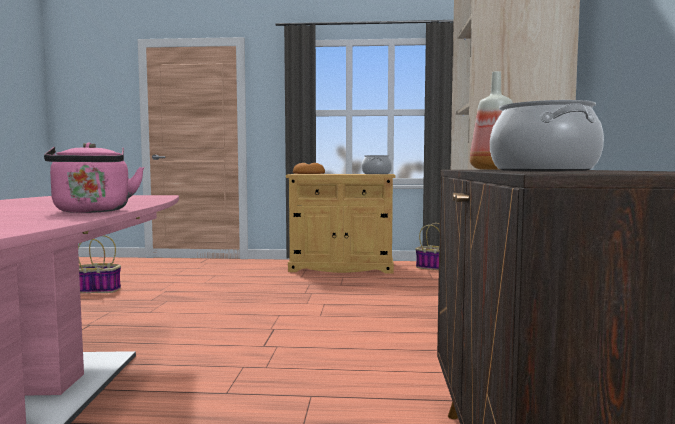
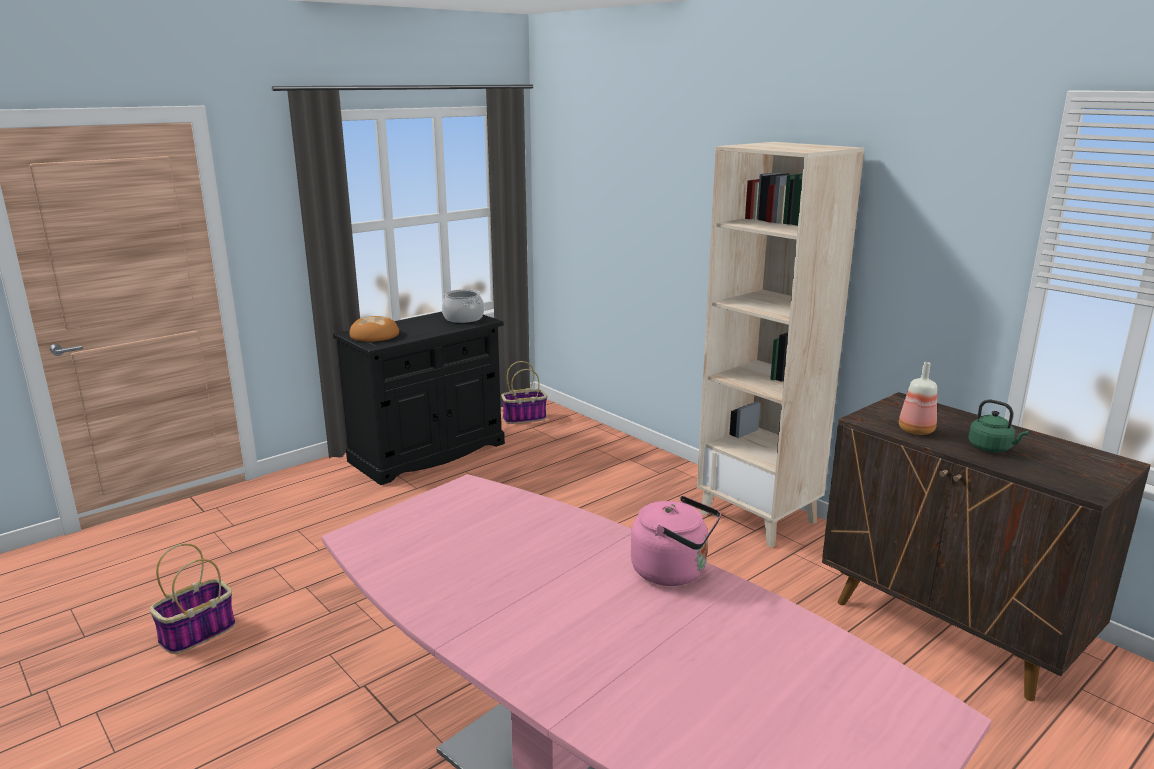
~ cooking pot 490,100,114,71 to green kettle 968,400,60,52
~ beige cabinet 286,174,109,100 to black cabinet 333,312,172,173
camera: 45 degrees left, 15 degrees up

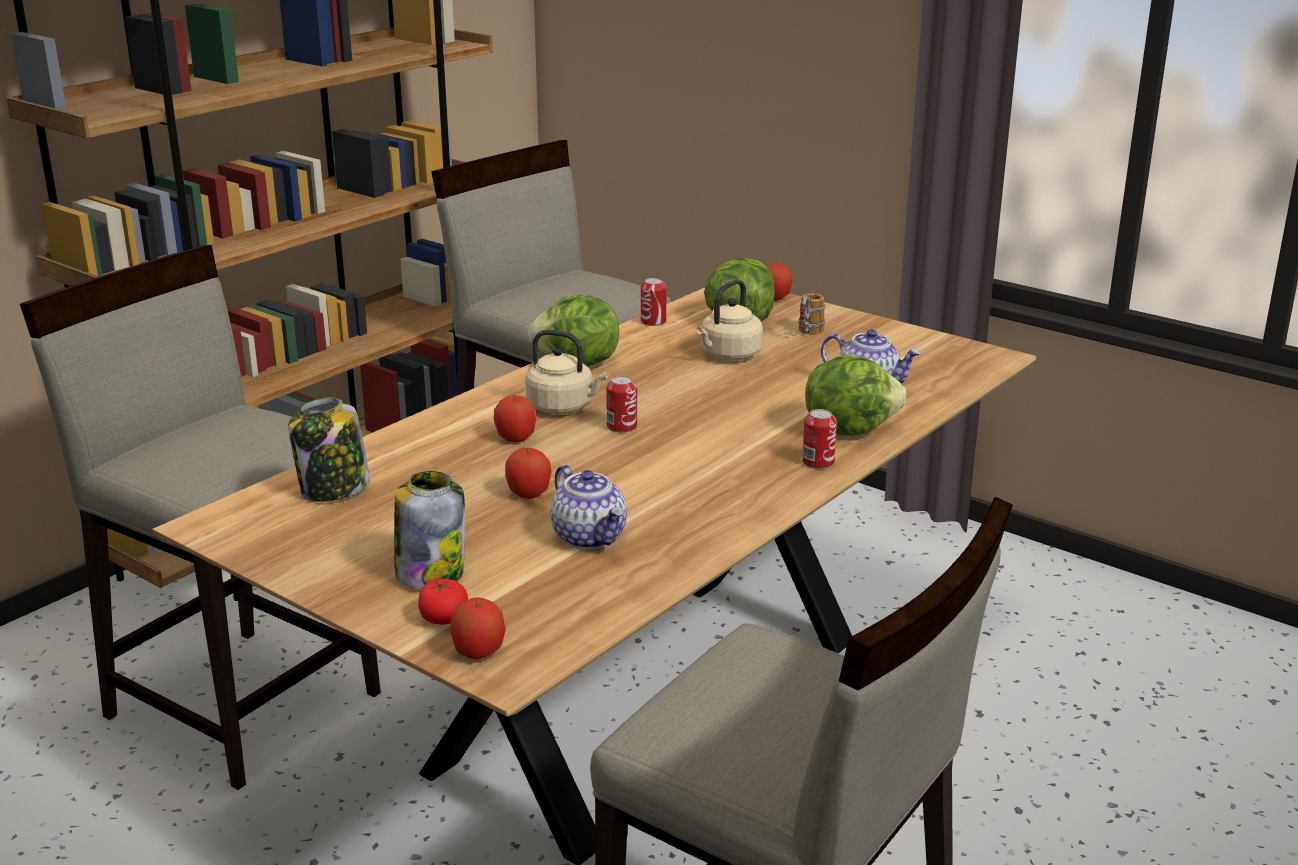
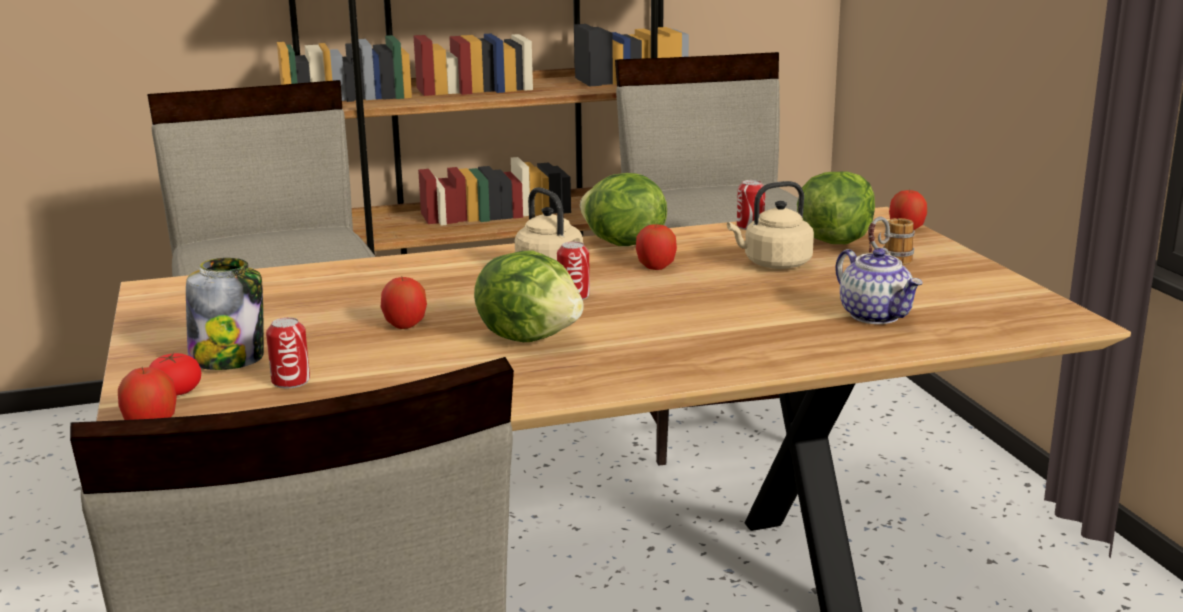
~ lettuce 805,355,101,81 to 474,251,110,91
~ apple 494,395,42,47 to 636,224,41,46
- jar 288,397,82,105
~ can 802,409,35,60 to 266,317,44,71
- teapot 550,465,77,84
camera: 35 degrees right, 5 degrees down

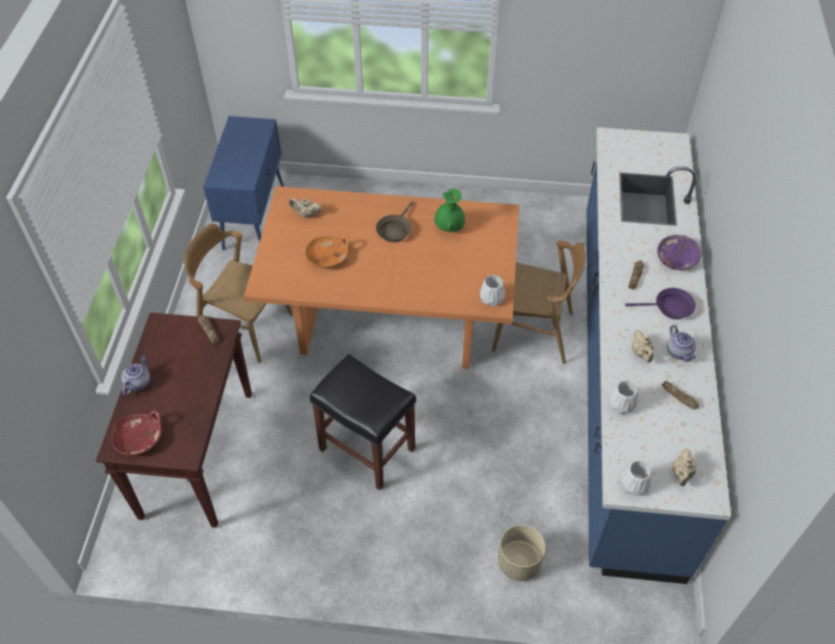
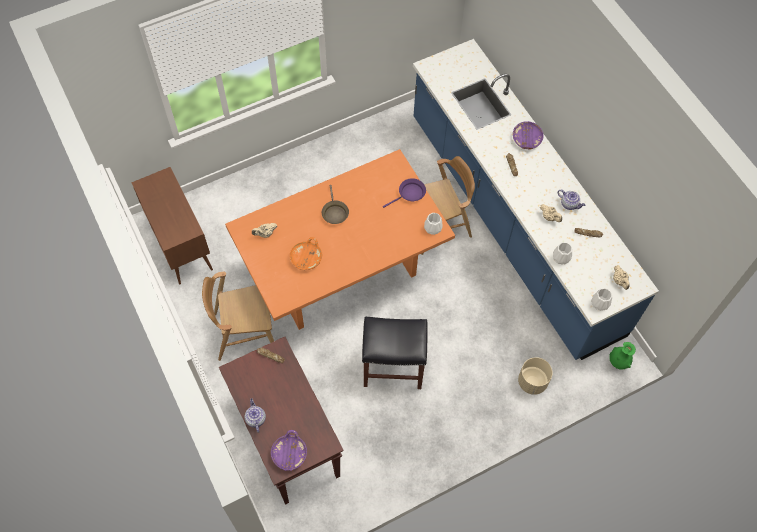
~ blue cabinet 203,116,81,134 to brown cabinet 131,167,82,118
~ green vase 435,189,30,43 to 609,342,27,28
~ purple frying pan 625,288,71,31 to 383,178,43,30
~ red bowl 111,410,50,45 to purple bowl 271,430,36,41
camera: 35 degrees left, 10 degrees up

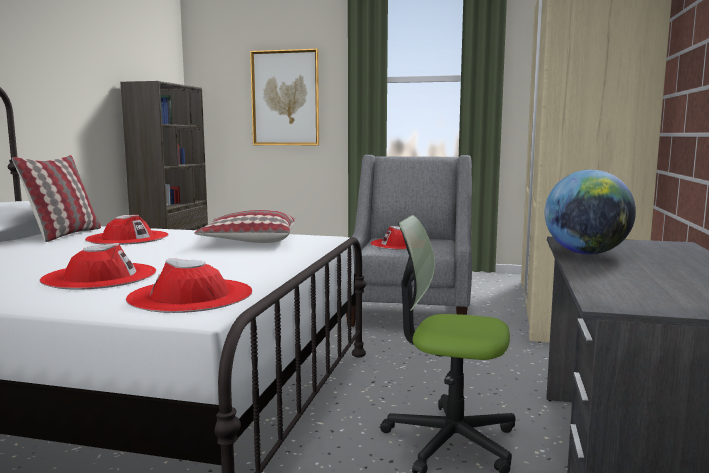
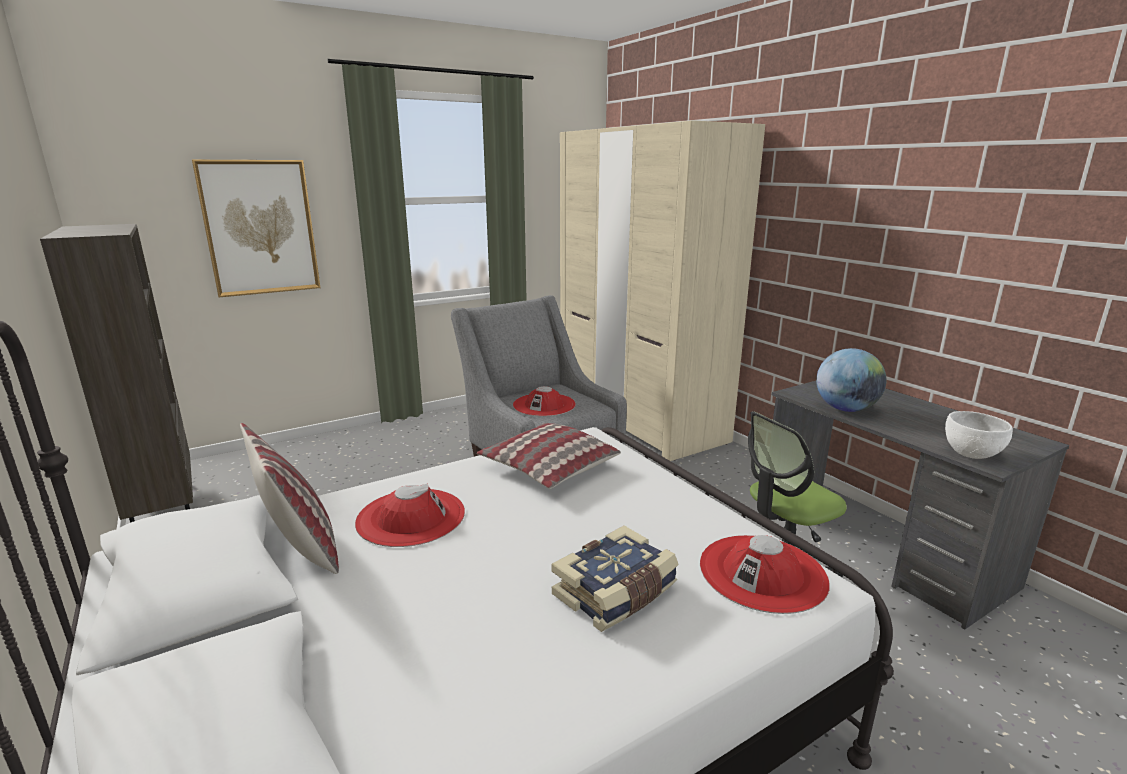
~ red hat 40,243,116,47 to book 551,525,127,107
+ white bowl 945,411,68,48
camera: 45 degrees left, 10 degrees up

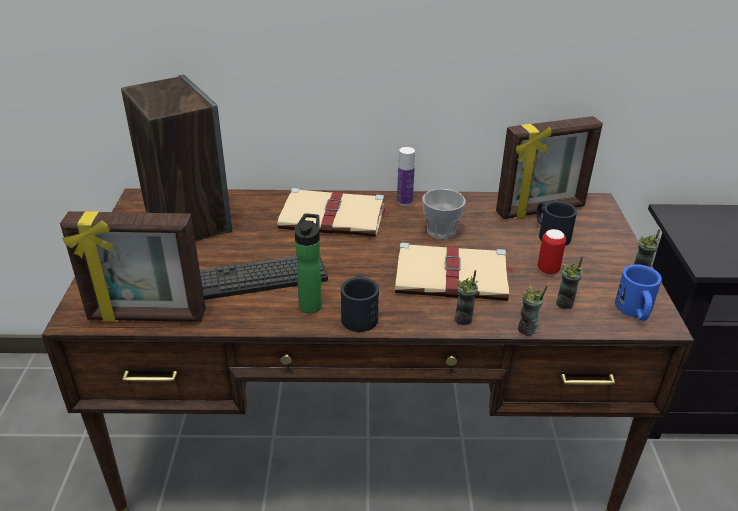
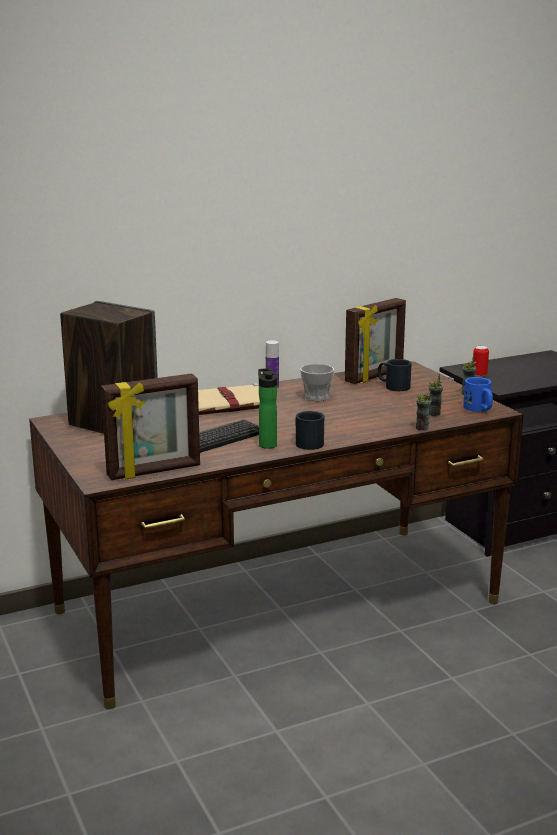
~ can 537,229,29,45 to 473,346,16,31
- beige book 395,242,121,59
- cup 455,270,23,55
camera: 25 degrees left, 15 degrees down

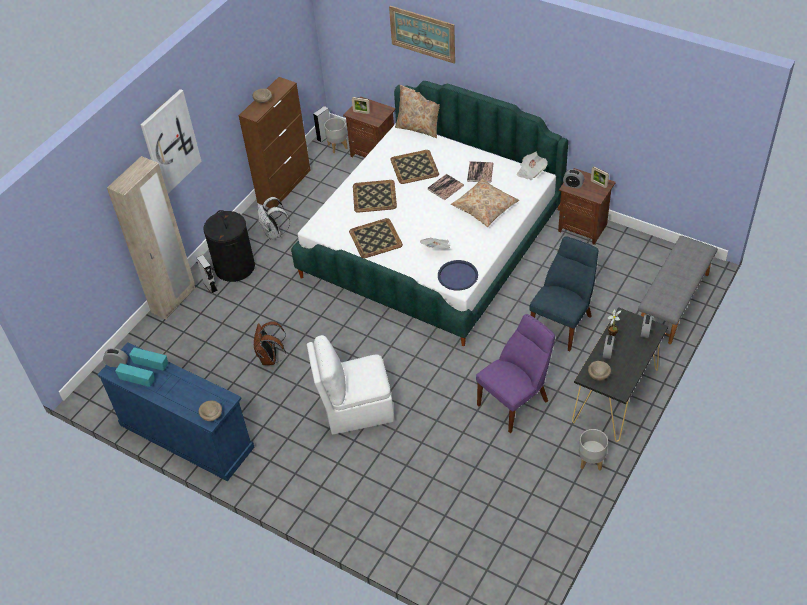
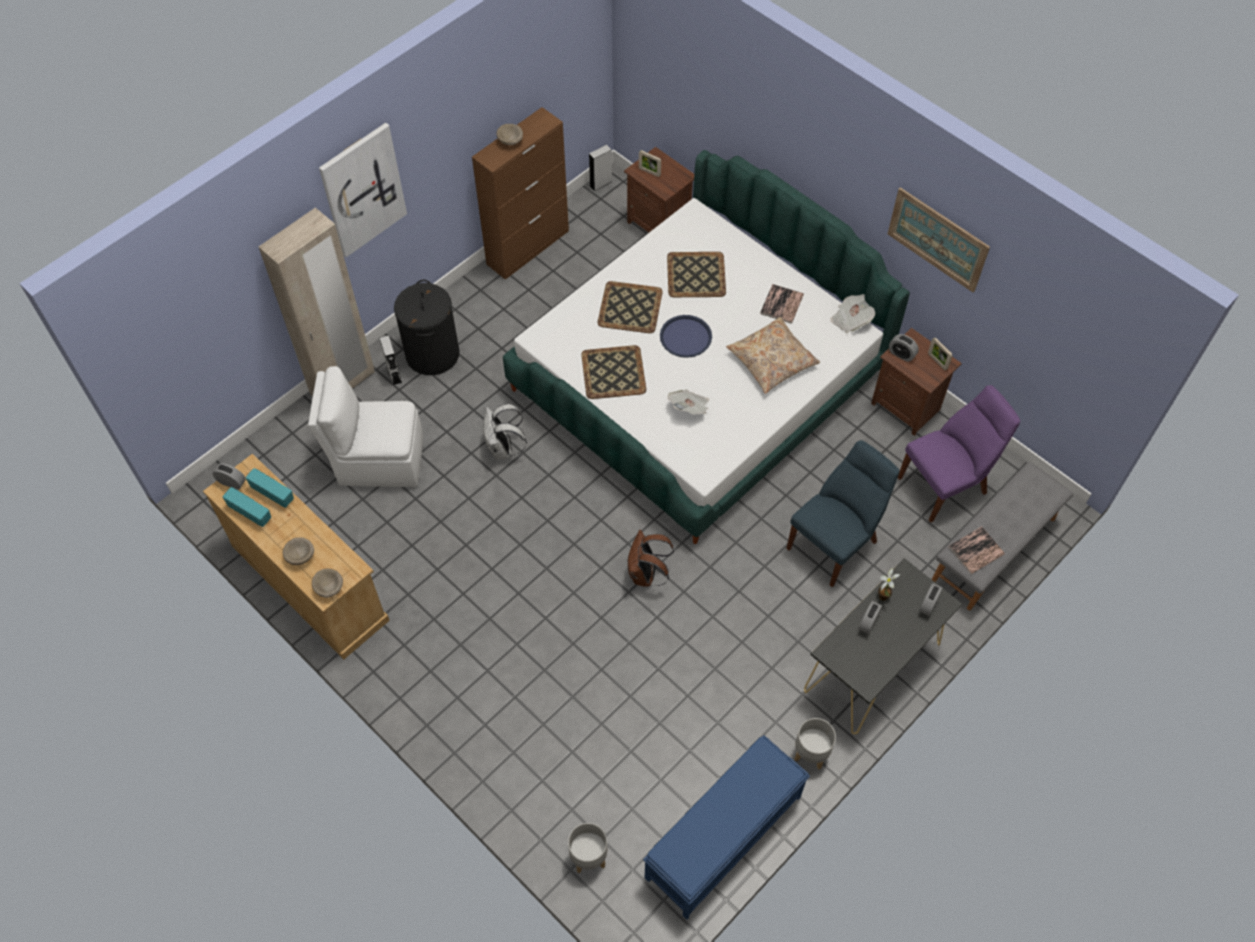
~ picture 389,6,66,57 to 888,187,102,105
- beige pillow 395,85,45,53
~ grey planter 324,118,23,35 to 568,823,39,51
~ book 427,174,37,26 to 949,526,56,48
~ white backpack 257,197,33,43 to 483,404,44,56
~ blue tray 438,260,40,31 to 660,315,52,43
~ purple chair 476,314,79,119 to 898,385,122,138
~ brown backpack 254,321,32,44 to 627,530,47,57
~ white chair 307,335,87,100 to 308,366,115,121
~ blue dresser 97,342,157,139 to beige dresser 203,454,187,205
~ beige bowl 588,361,23,20 to 283,538,31,27
+ blue bench 643,735,167,185
camera: 10 degrees right, 10 degrees up

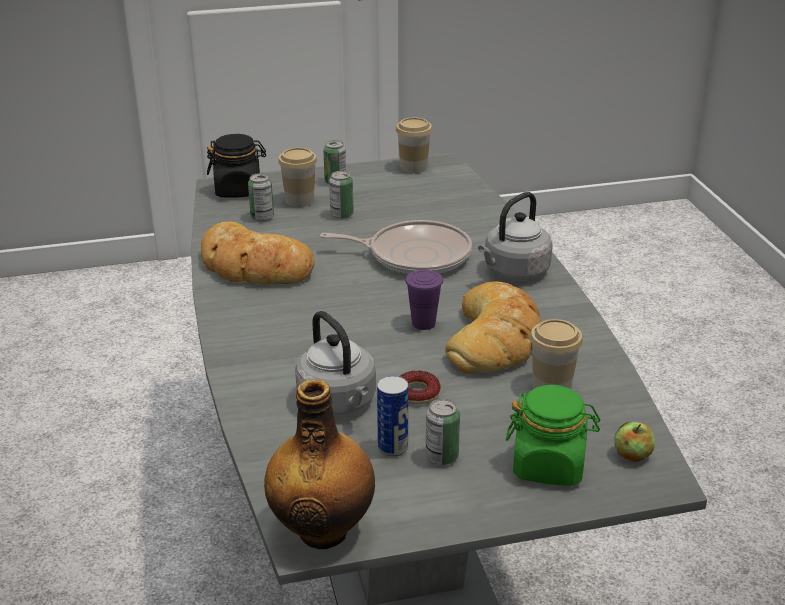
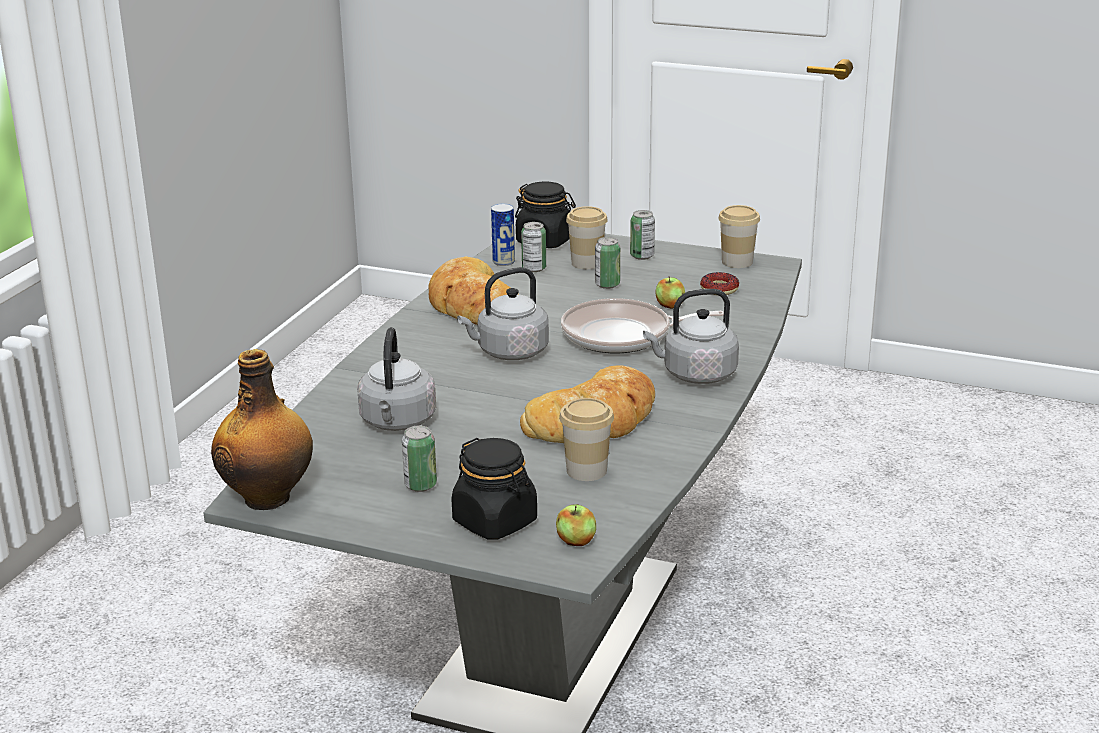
~ frying pan 320,220,152,54 = 561,298,163,55 135 degrees clockwise
- purple cup 405,270,38,60
~ donut 400,371,41,34 to 700,272,39,23
~ can 377,375,31,82 to 491,203,24,63
~ green jar 506,385,94,101 to black jar 451,438,86,102
+ grey kettle 457,267,92,93
+ apple 655,276,30,33
camera: 35 degrees right, 5 degrees down

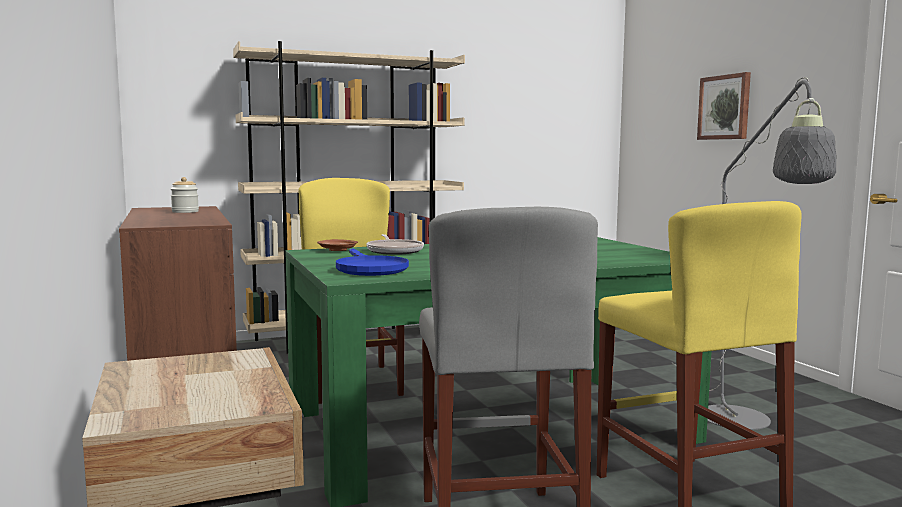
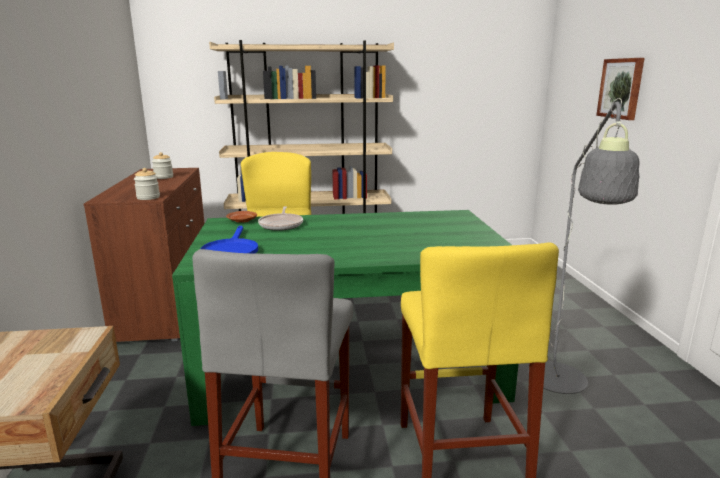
+ jar 134,168,26,32
camera: 15 degrees right, 10 degrees up

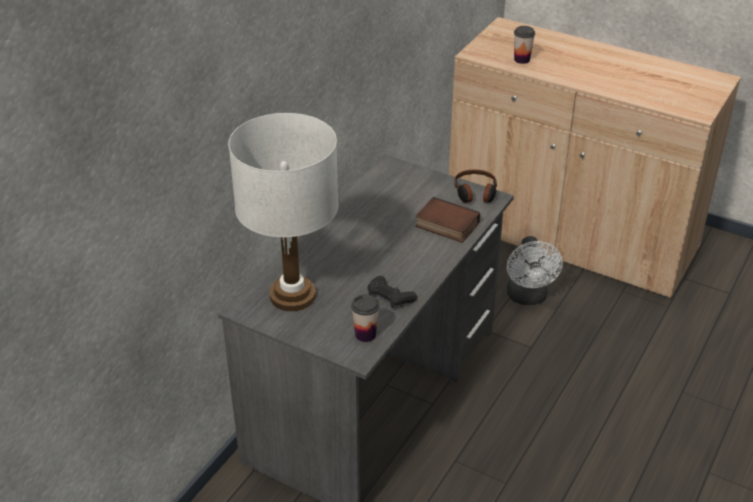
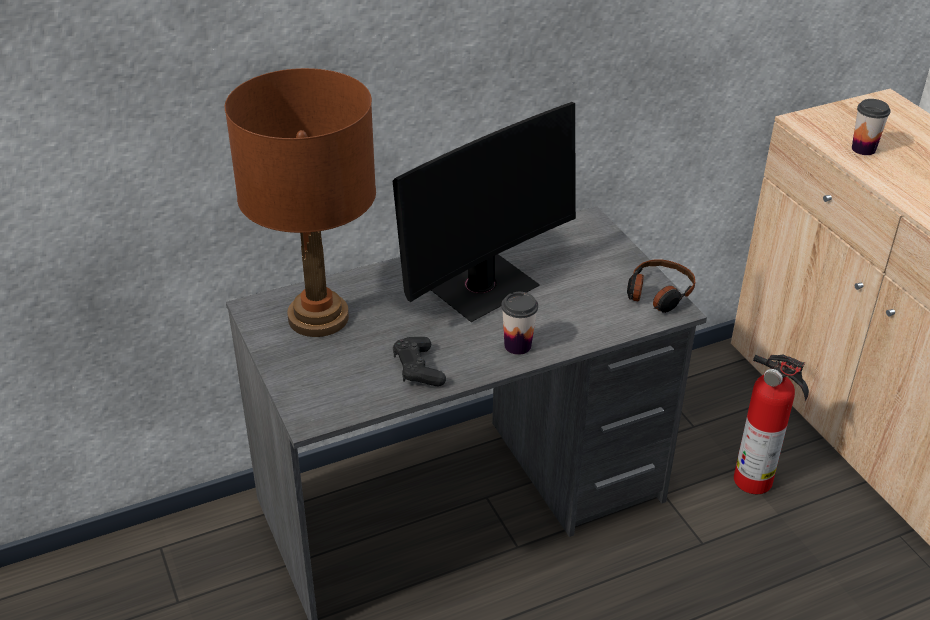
~ white table lamp 228,113,111,198 to brown table lamp 225,68,151,269
- book 415,197,65,46
~ white fan 507,236,56,69 to fire extinguisher 734,355,75,139
~ cup 351,294,29,48 to 501,292,37,63
+ monitor 393,102,183,220
camera: 35 degrees right, 0 degrees up

